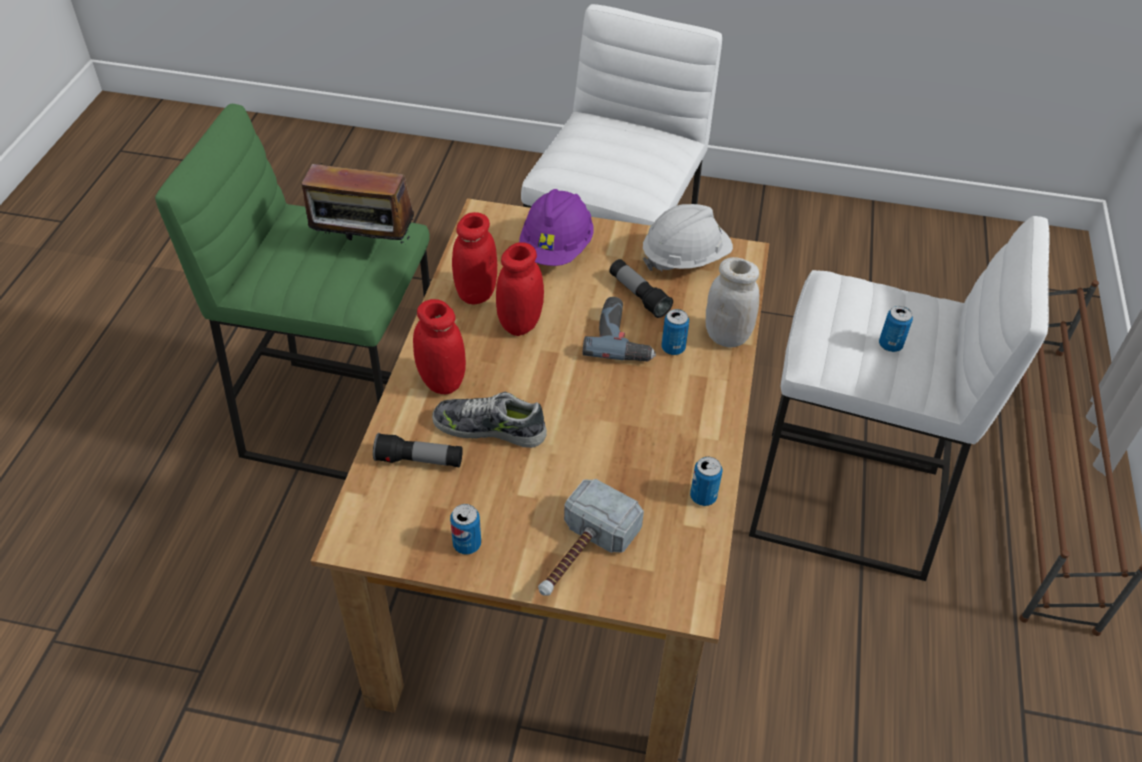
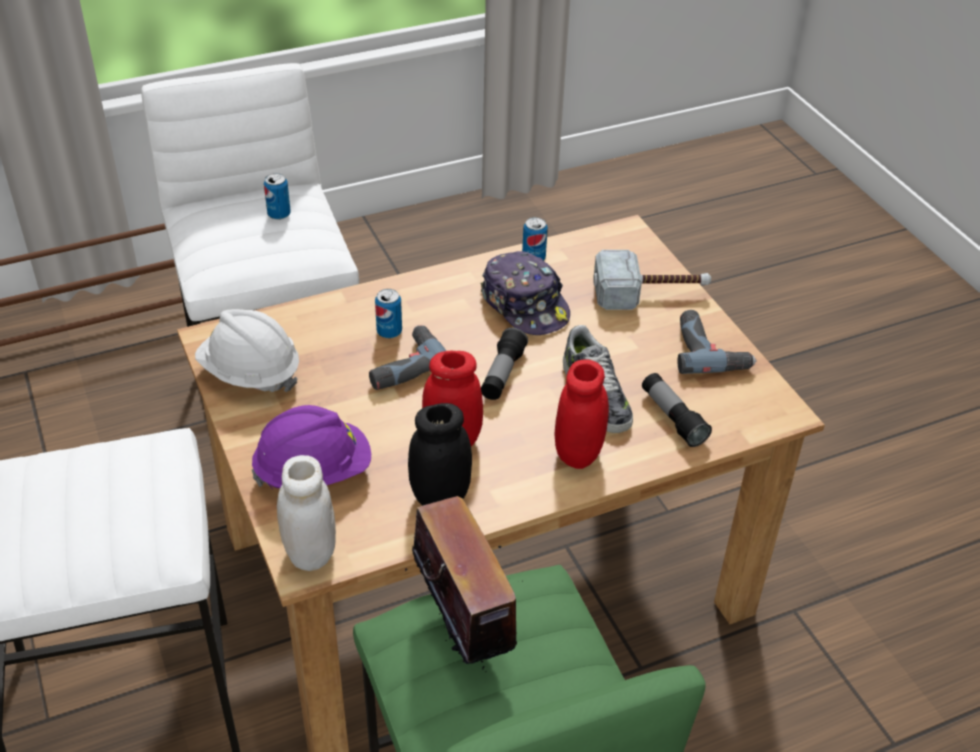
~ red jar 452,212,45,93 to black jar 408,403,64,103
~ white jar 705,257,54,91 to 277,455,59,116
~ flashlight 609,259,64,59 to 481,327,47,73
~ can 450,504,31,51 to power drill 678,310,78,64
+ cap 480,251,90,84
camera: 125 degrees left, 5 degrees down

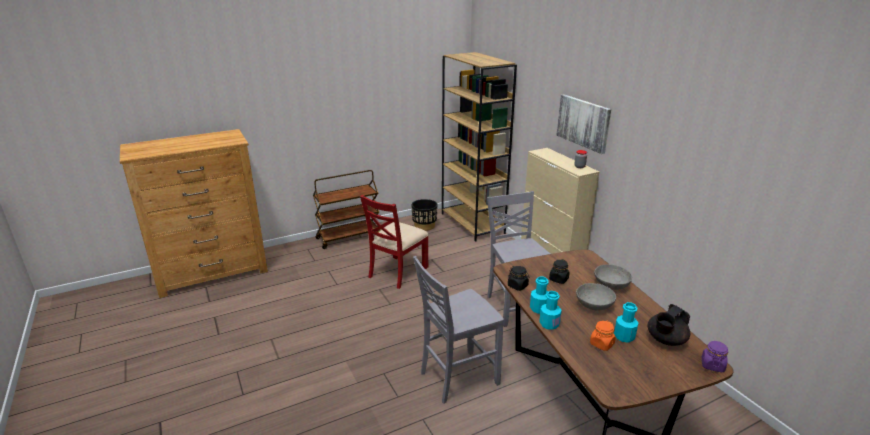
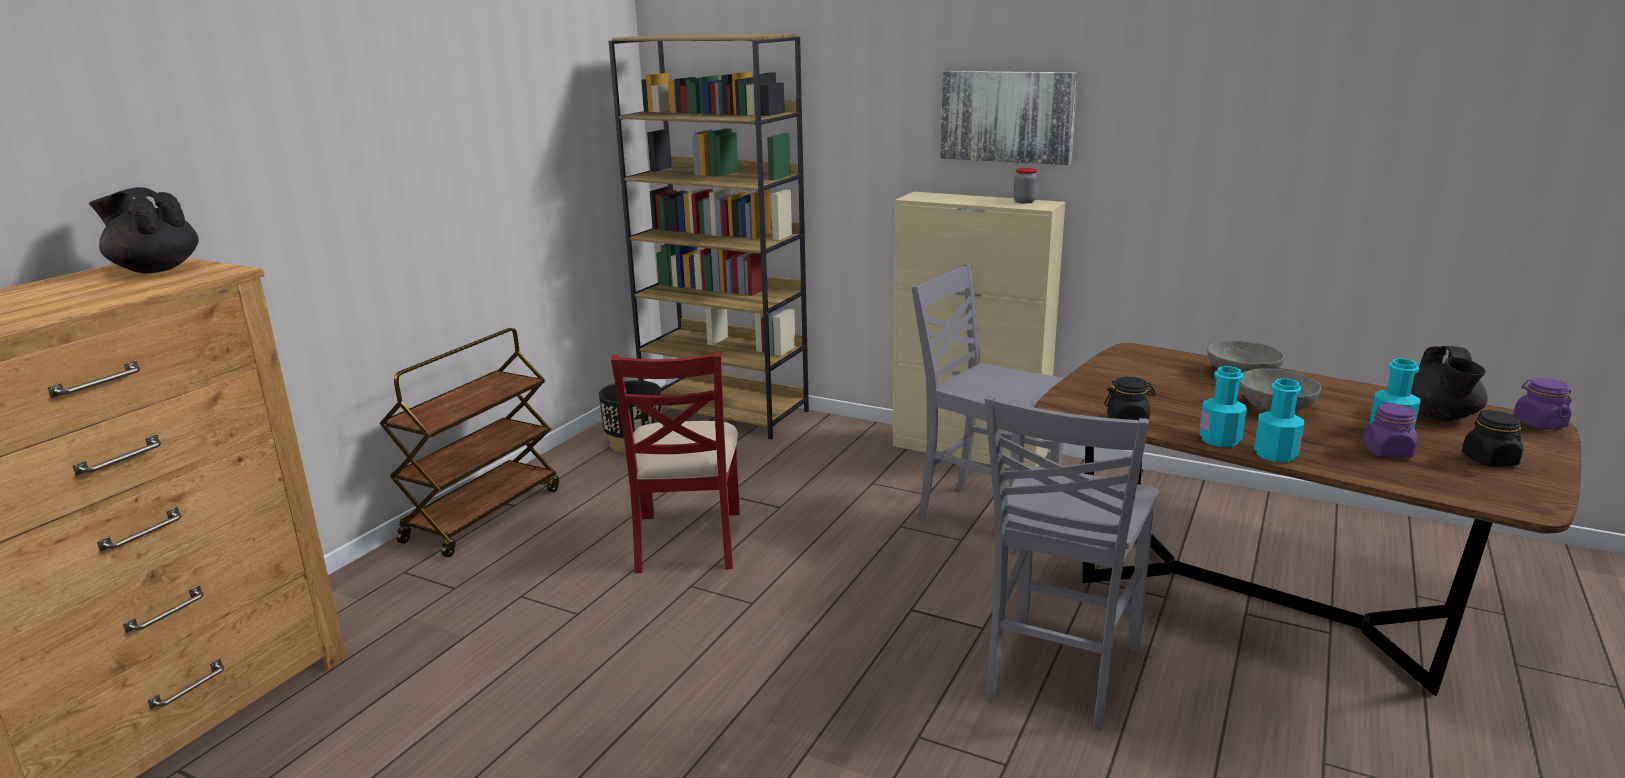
~ black jar 549,259,21,25 to 1462,410,61,57
~ orange jar 590,321,26,30 to purple jar 1363,403,55,55
+ black teapot 89,187,109,86
camera: 35 degrees left, 5 degrees down

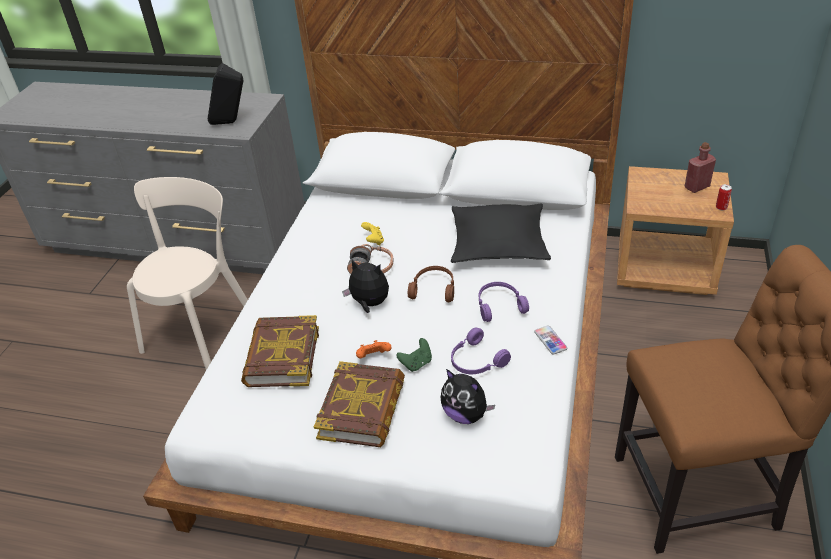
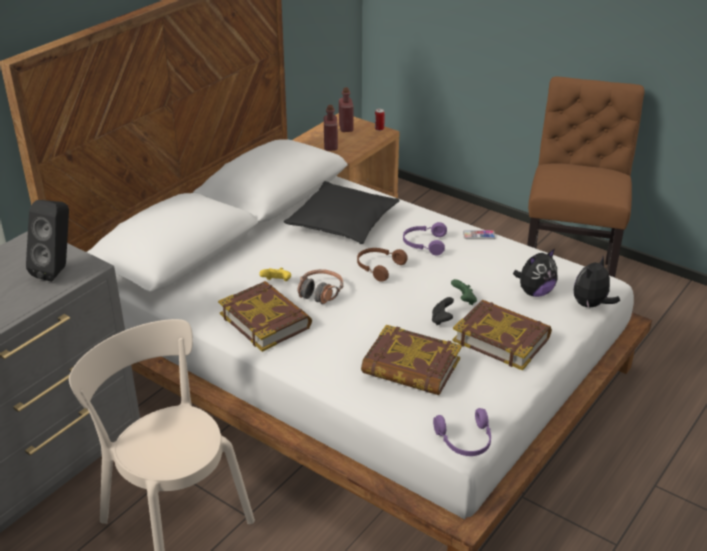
~ plush toy 342,260,47,53 to 574,257,46,51
~ purple headphones 451,327,60,47 to 433,408,58,48
~ orange game controller 356,340,36,18 to black game controller 432,297,22,28
+ red bottle 324,105,14,46
+ book 218,281,94,71
camera: 70 degrees left, 5 degrees down

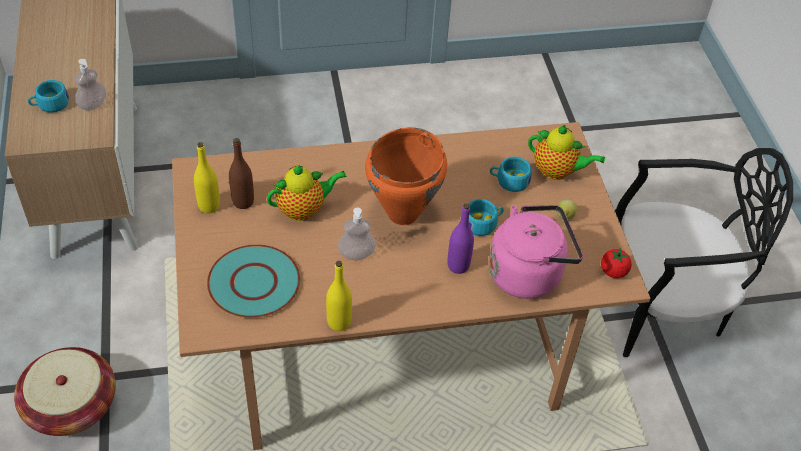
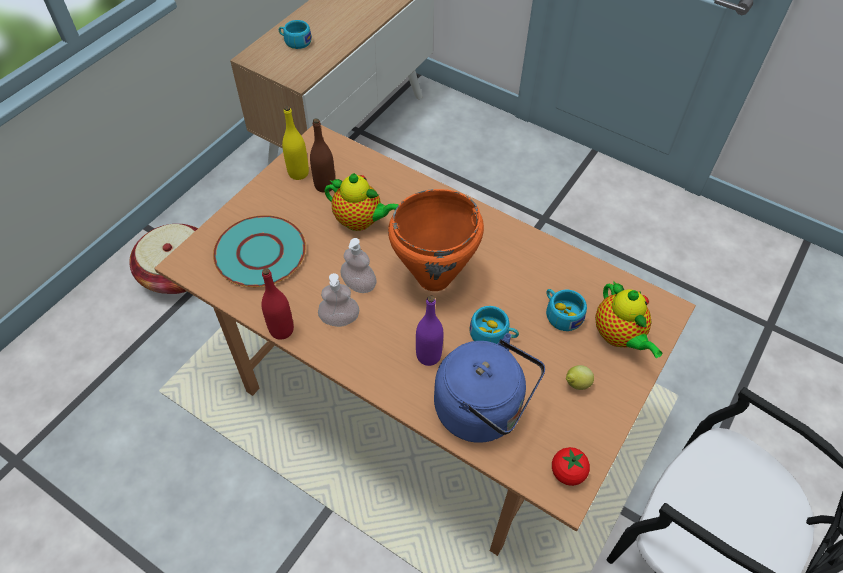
~ soap dispenser 75,59,31,52 to 318,273,41,54
~ pink kettle 489,205,94,94 to blue kettle 434,333,111,110
~ yellow bottle 326,261,26,70 to red bottle 261,268,33,72
camera: 45 degrees right, 5 degrees up

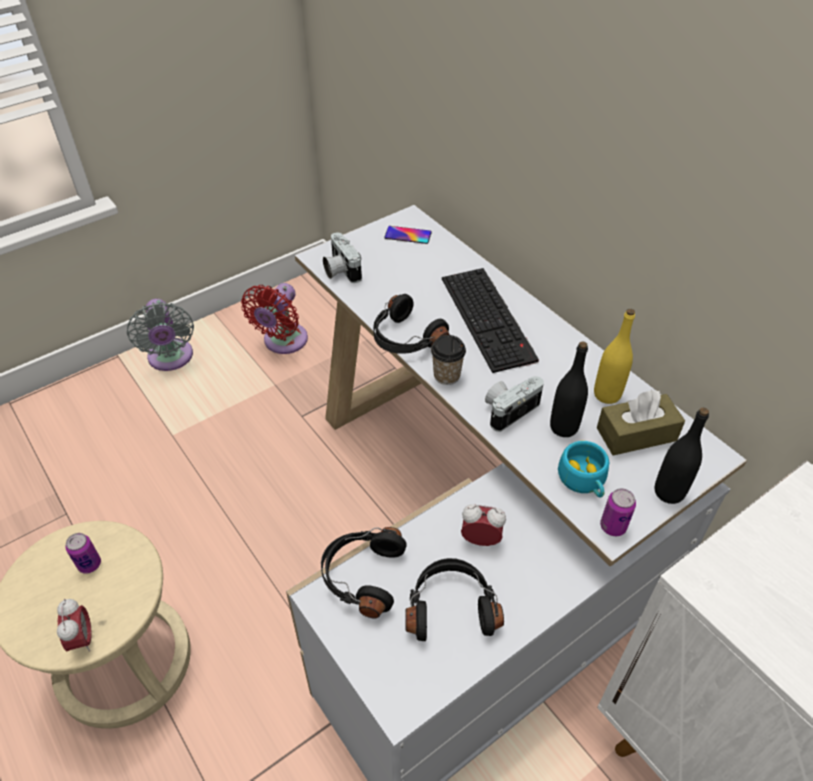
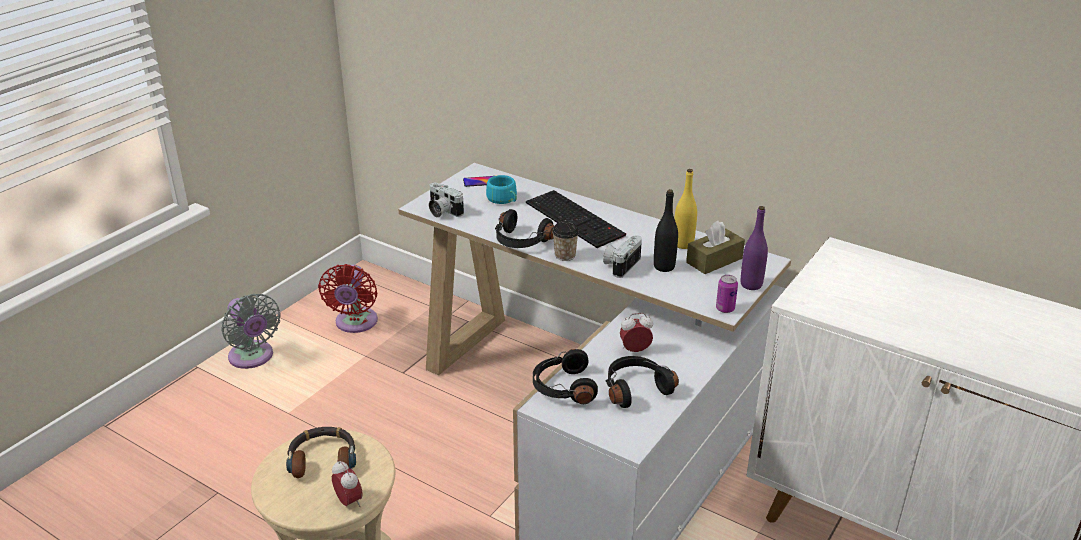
~ black bottle 655,407,54,97 to purple bottle 741,206,27,84
~ turquoise cup 558,441,51,57 to 486,175,31,29
~ can 66,533,35,41 to headphones 286,427,70,51
camera: 20 degrees left, 15 degrees down

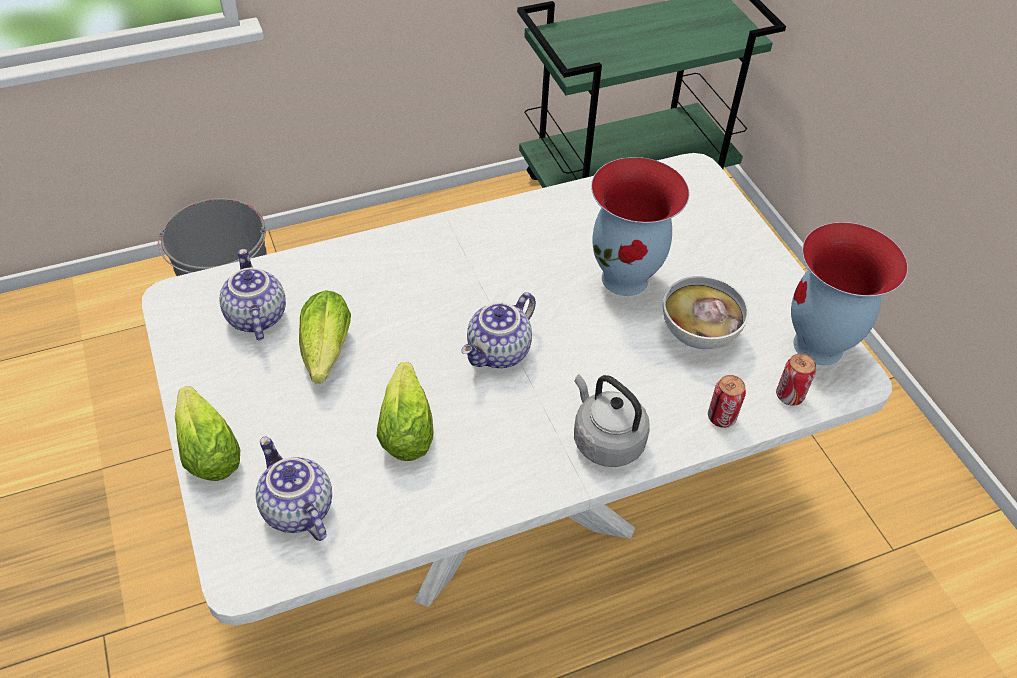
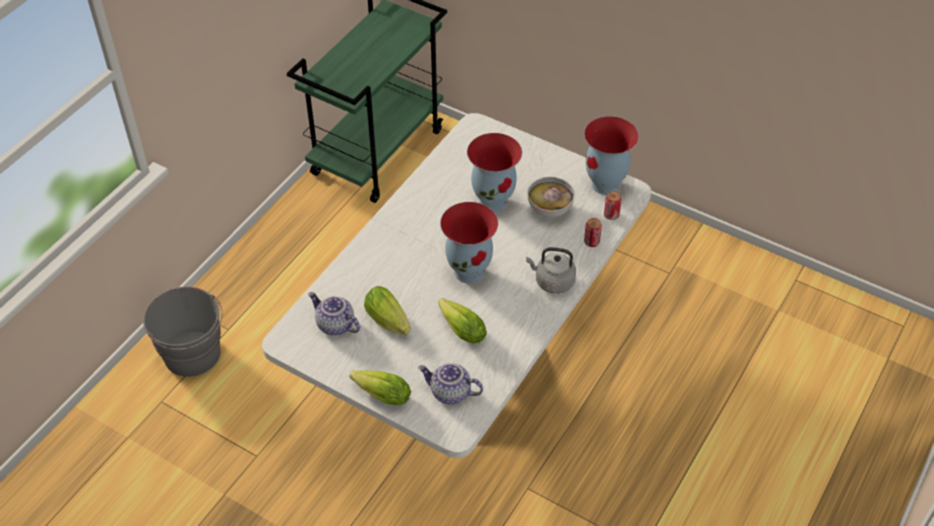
~ teapot 461,293,75,75 to vase 440,202,58,82
camera: 35 degrees left, 0 degrees up

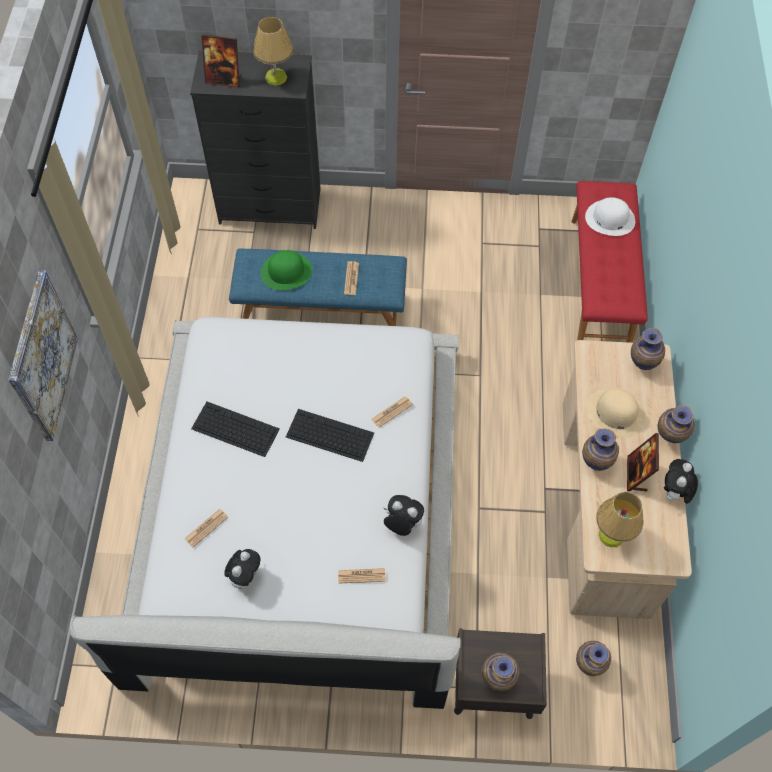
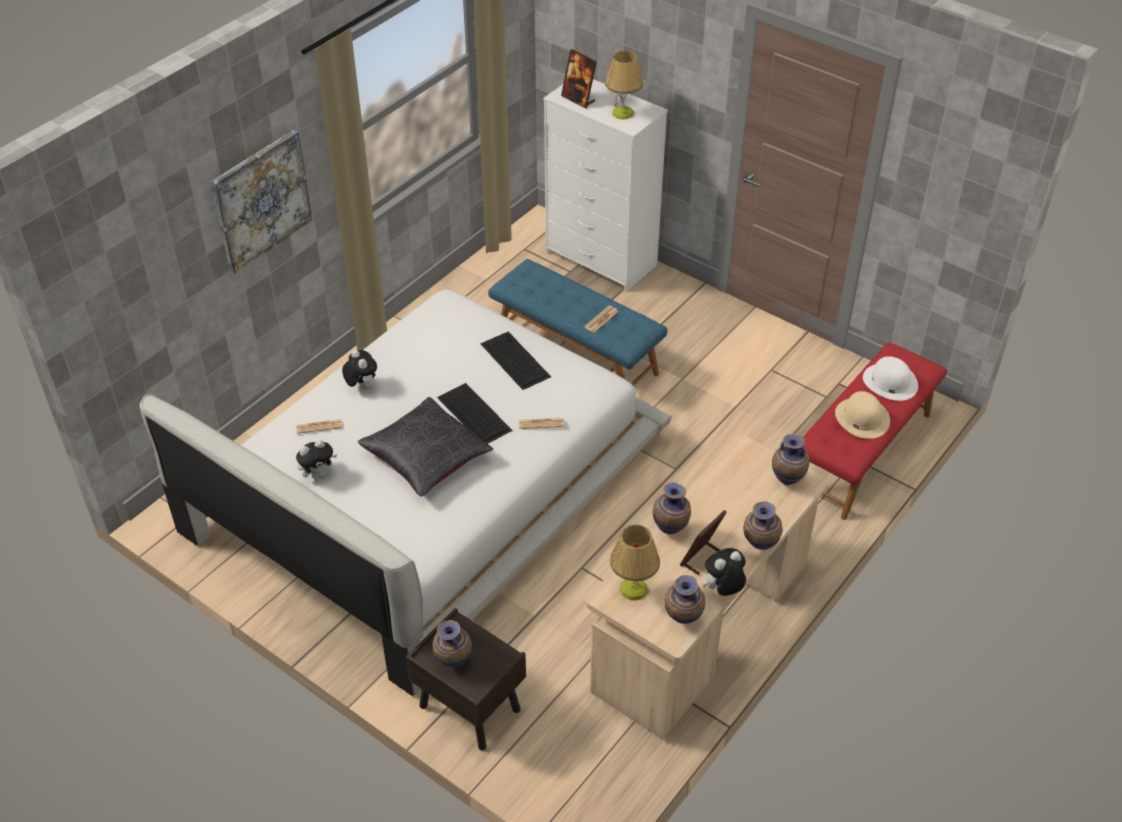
~ black dresser 190,50,131,179 to white dresser 543,79,125,213
- green hat 261,250,51,40
~ beige hat 587,388,58,50 to 835,391,55,48
~ keyboard 191,402,89,55 to 480,332,71,58
~ plush toy 384,495,40,41 to 342,350,35,39
- newspaper 338,568,48,16
~ vase 576,641,35,35 to 665,575,40,49
+ black pillow 358,397,135,100
camera: 35 degrees right, 15 degrees down

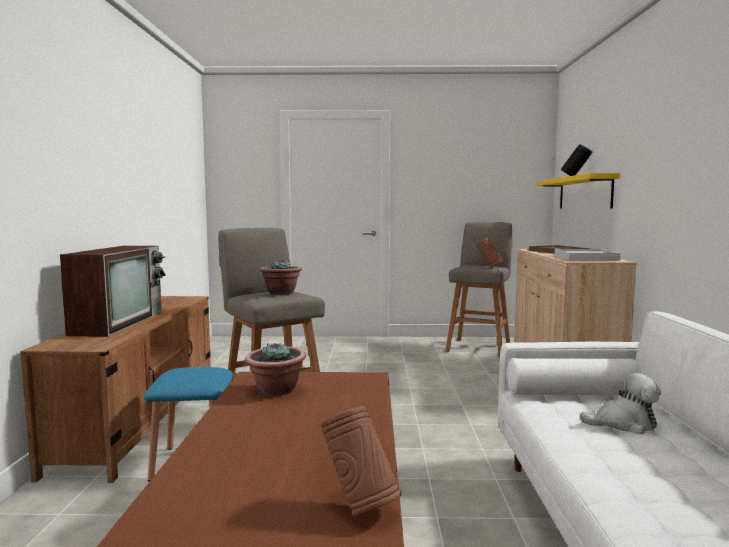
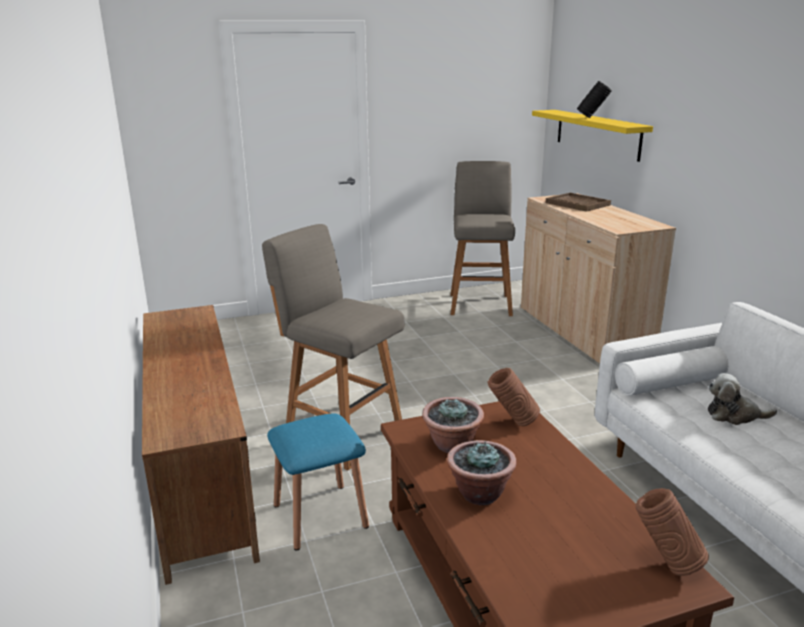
~ brown vase 476,238,27,30 to 488,368,52,58
- television 60,246,106,91
- white tray 555,249,66,12
~ potted plant 260,259,42,36 to 447,440,70,65
~ plush toy 580,373,81,61 = 708,373,69,52 150 degrees counterclockwise
camera: 20 degrees left, 15 degrees up

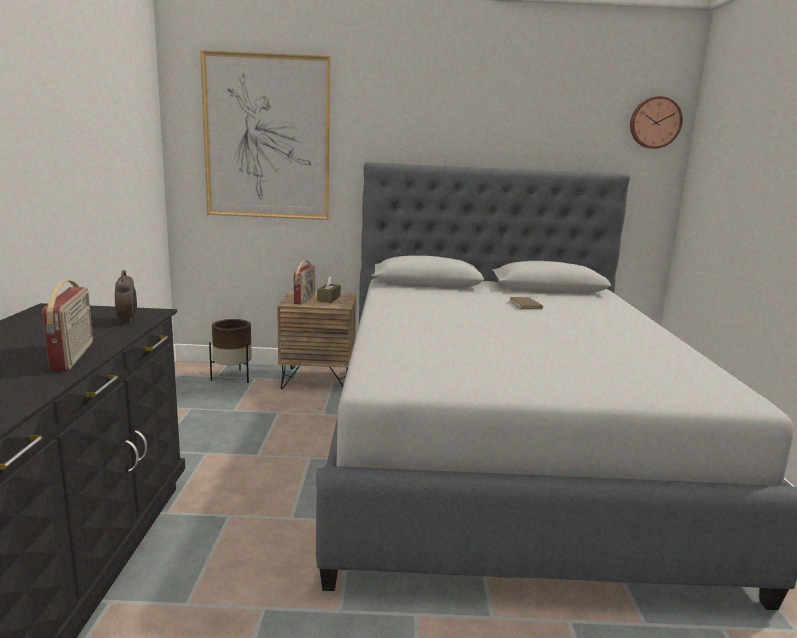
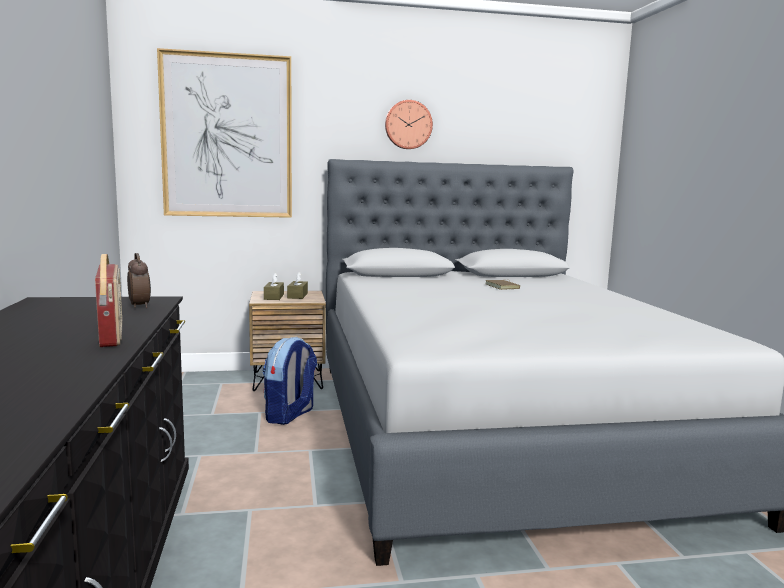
~ wall clock 630,96,53,53 to 385,100,48,49
~ radio 294,260,21,44 to brown tissue box 264,273,20,27
- brown planter 209,319,43,64
+ backpack 262,337,55,88
camera: 10 degrees left, 5 degrees down

